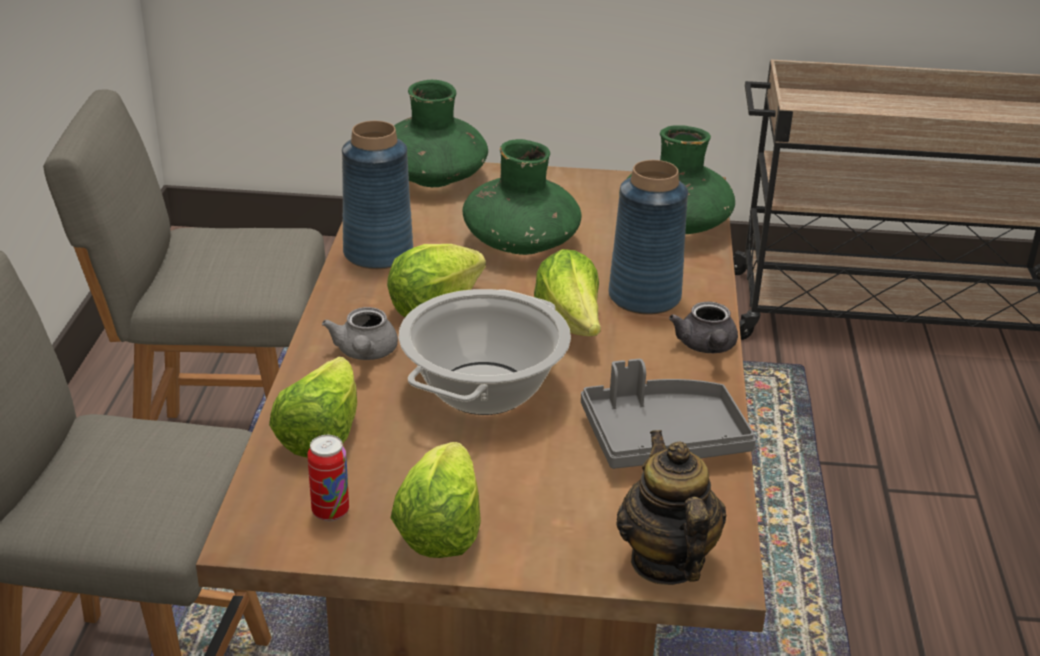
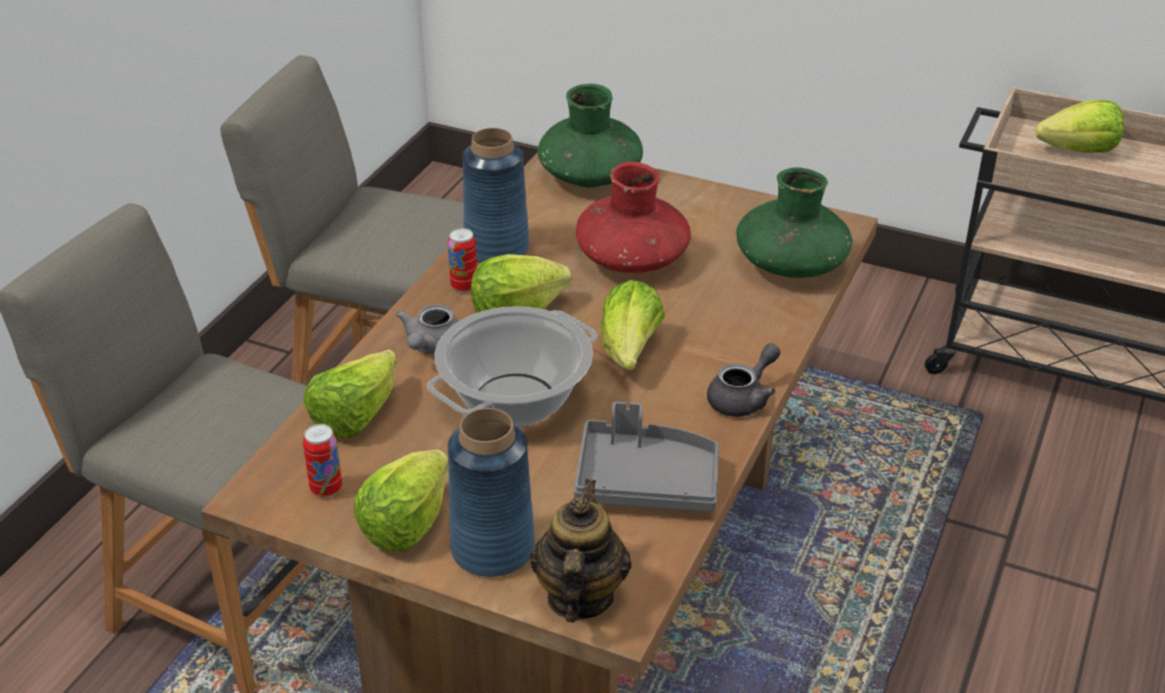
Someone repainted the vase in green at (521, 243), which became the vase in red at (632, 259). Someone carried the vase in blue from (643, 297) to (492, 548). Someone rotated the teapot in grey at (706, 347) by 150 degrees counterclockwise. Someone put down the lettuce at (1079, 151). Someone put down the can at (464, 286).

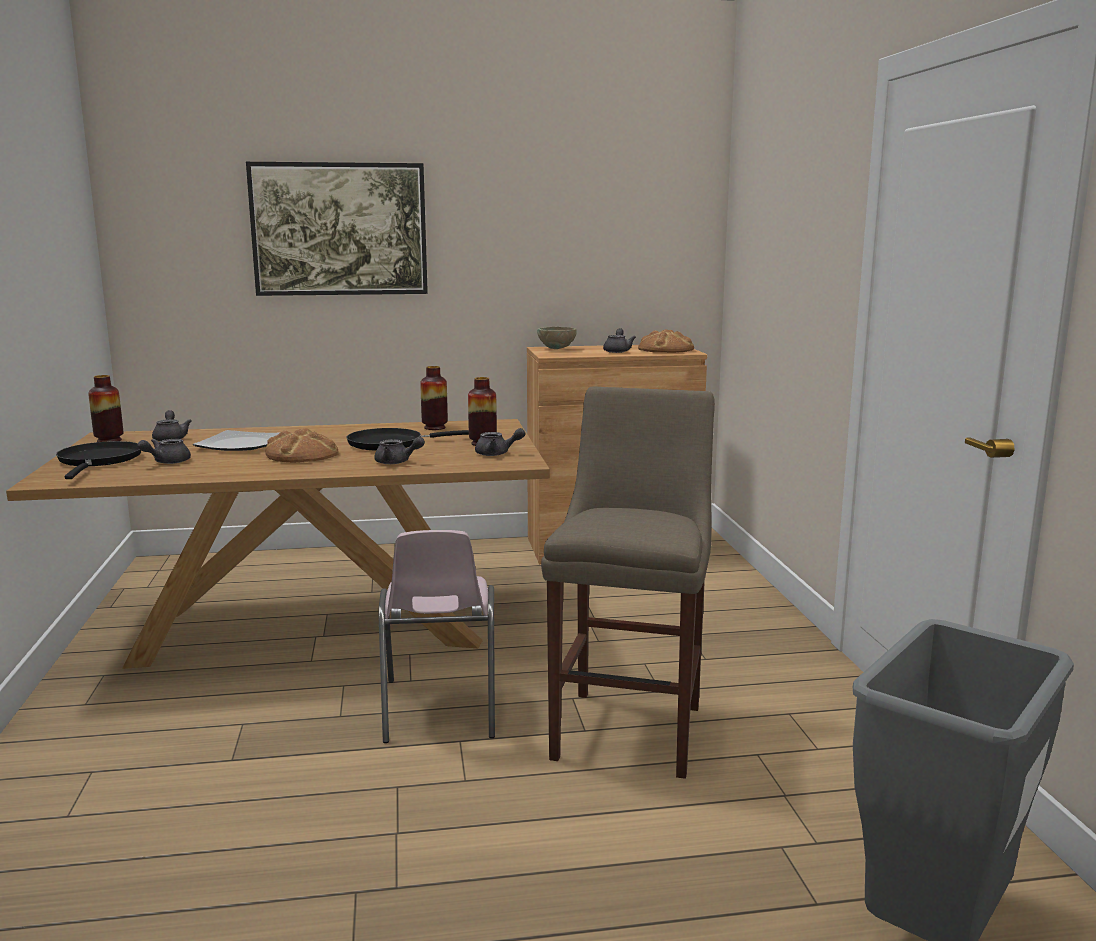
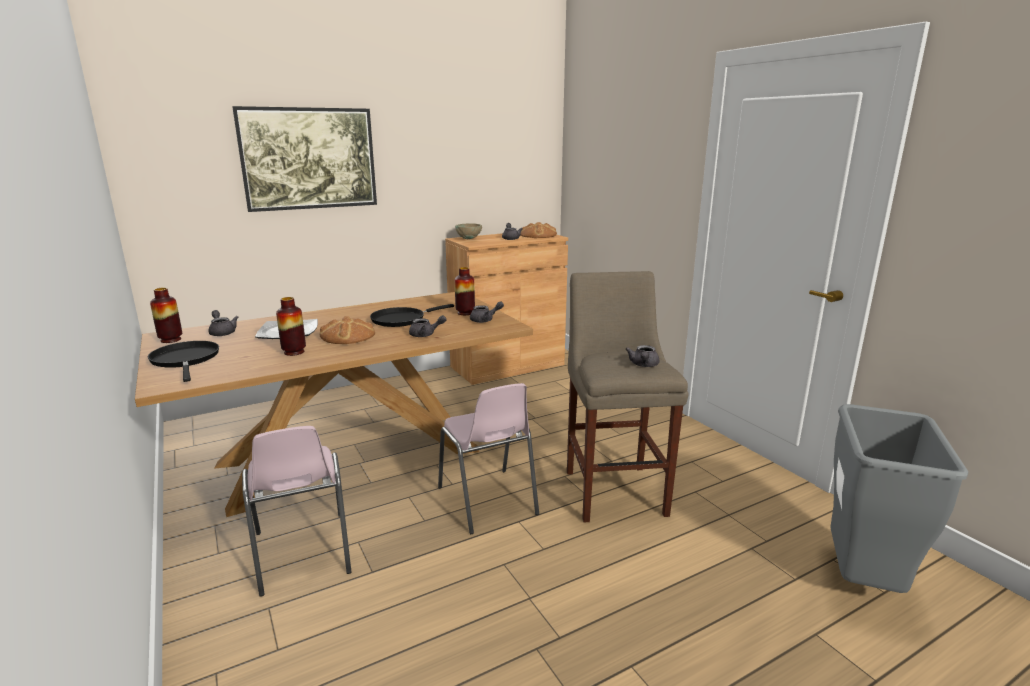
Someone carried the vase from (435, 428) to (294, 352). Someone carried the teapot in grey from (166, 462) to (643, 365). Someone put down the chair in pink at (302, 553).

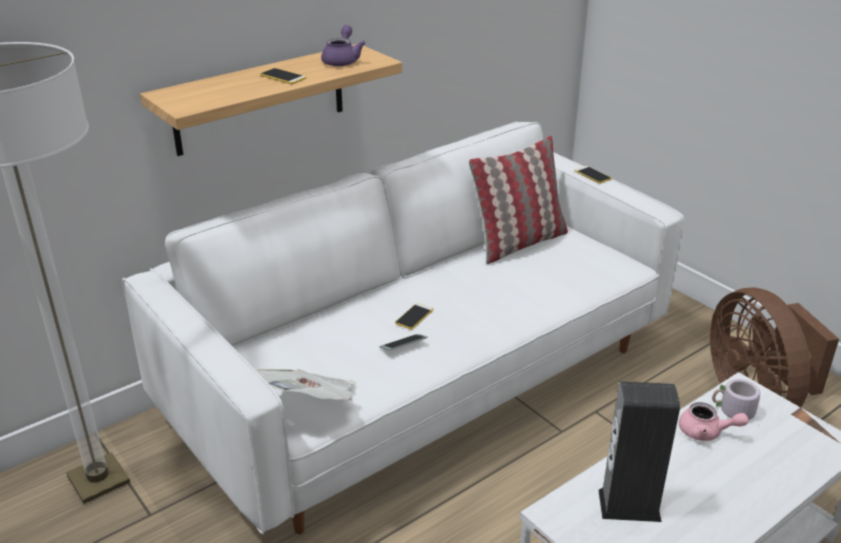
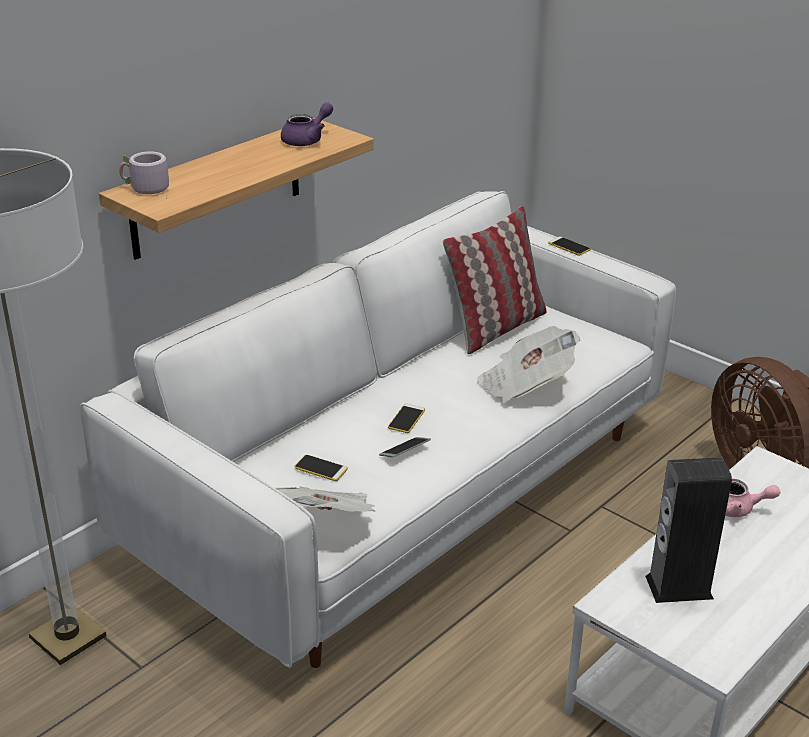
Someone rotated the teapot in purple at (342, 60) by 45 degrees clockwise. Someone carried the phone from (283, 77) to (321, 468). Someone carried the mug in grey from (733, 412) to (145, 189). Someone put down the newspaper at (525, 385).

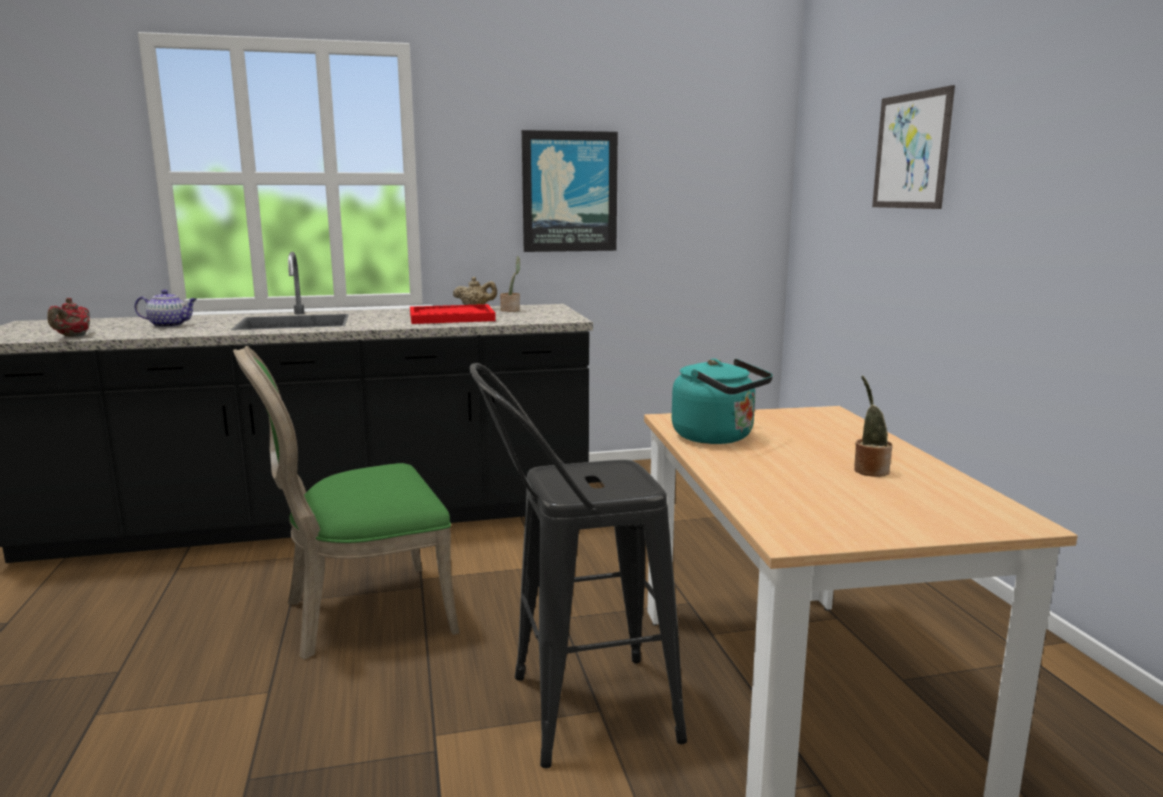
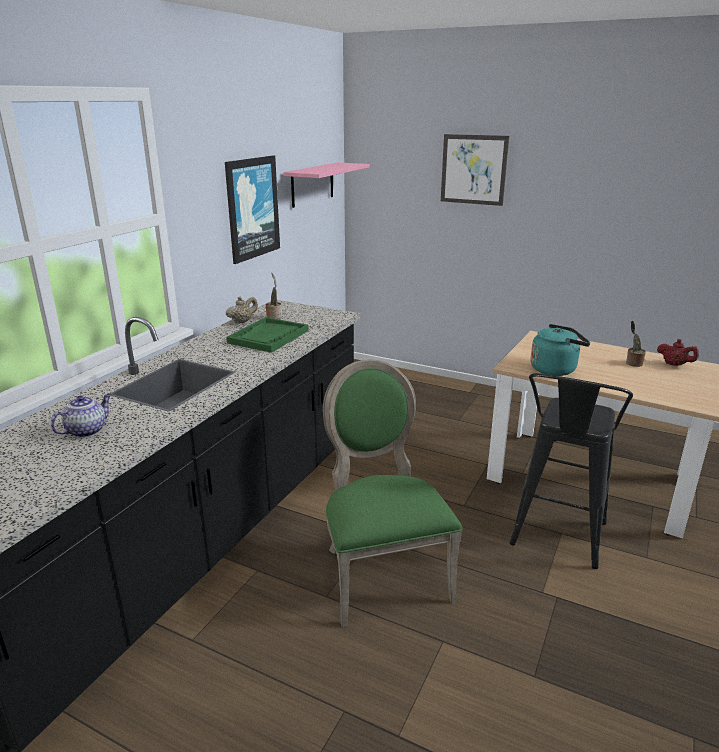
Someone carried the teapot in red from (73, 336) to (674, 364). Someone repainted the tray in red at (451, 317), which became the tray in green at (268, 337). Someone rotated the chair in green at (361, 614) by 150 degrees clockwise. Someone put up the shelf in pink at (312, 184).

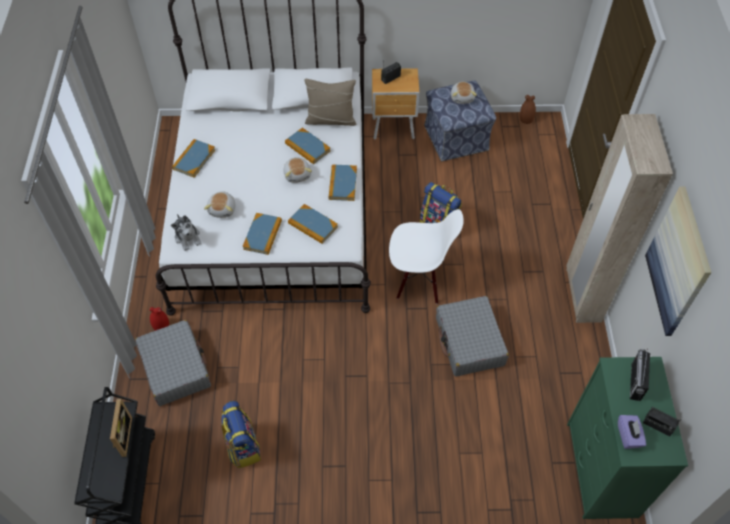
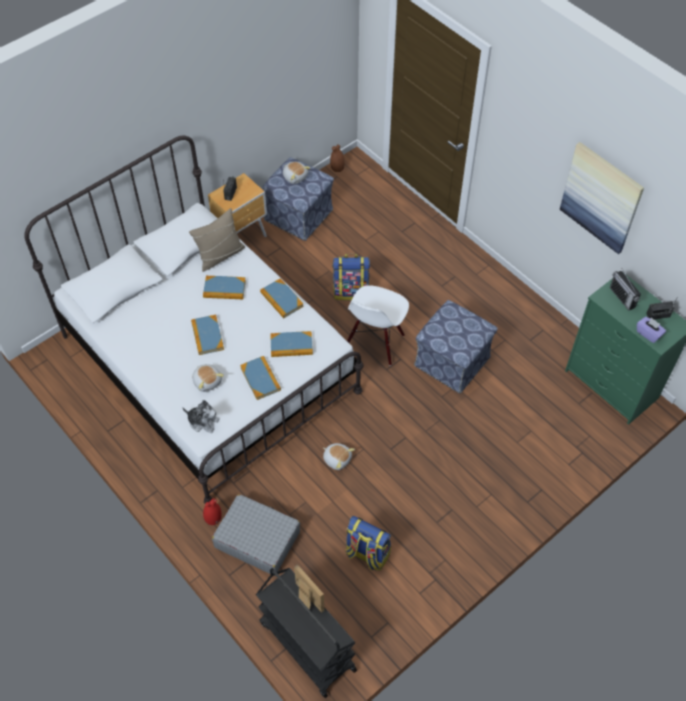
Someone took away the wardrobe in beige at (582, 295). Someone carried the book from (194, 159) to (207, 336). Someone carried the plush toy from (297, 174) to (337, 459). Someone rotated the chair in white at (419, 279) by 150 degrees clockwise. Someone swapped the suitcase in grey at (469, 342) for the ottoman at (452, 362).

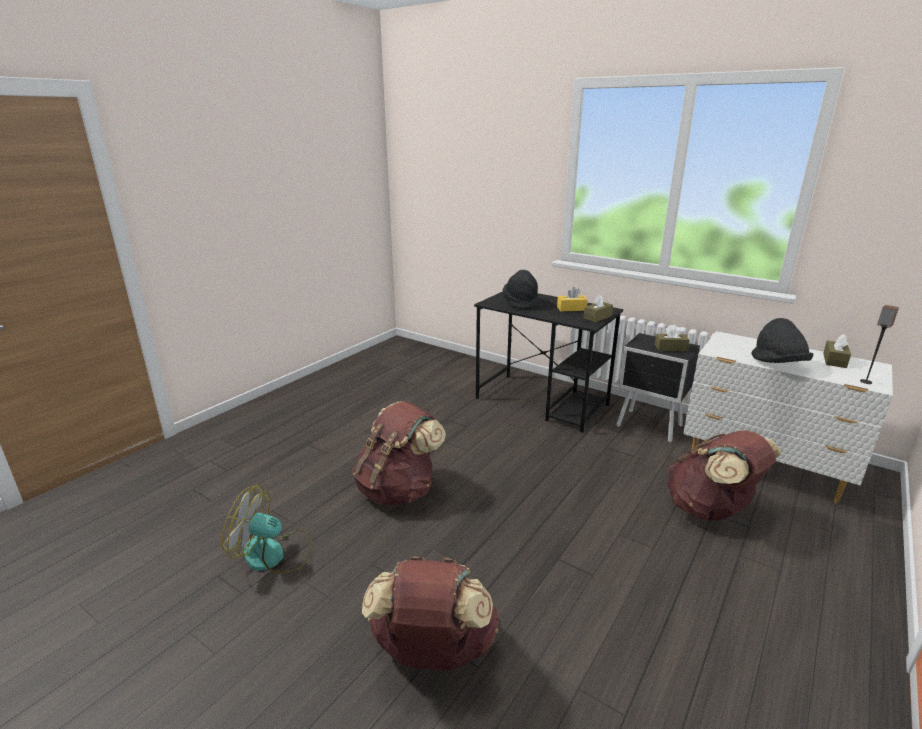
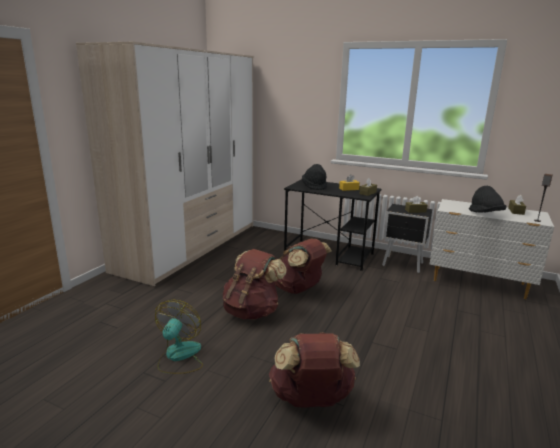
Someone carried the backpack in brown from (710, 510) to (299, 289). Someone rotated the fan at (274, 555) by 105 degrees clockwise. Someone put down the wardrobe at (191, 246).

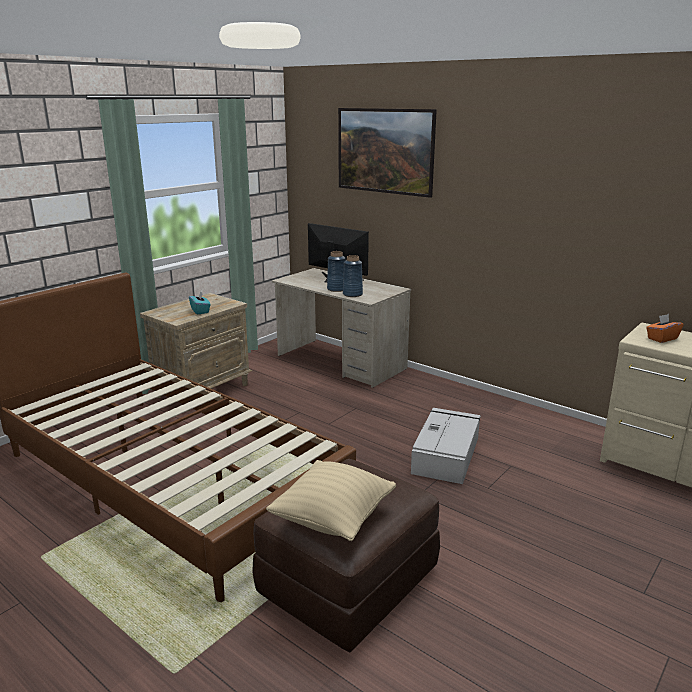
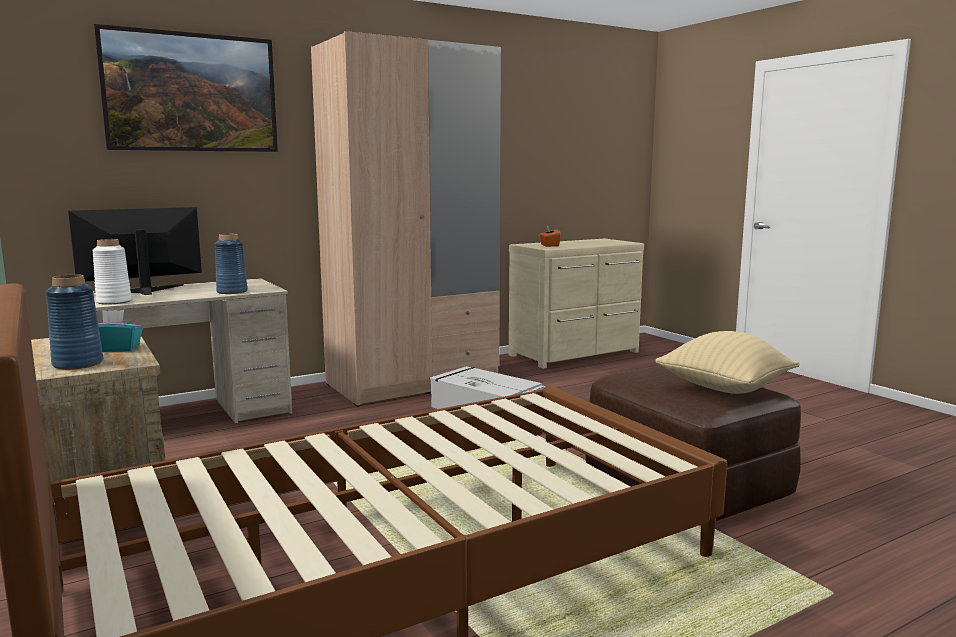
Someone carried the vase in blue from (337, 289) to (78, 364). Someone put down the wardrobe in beige at (412, 383). Someone put down the vase in white at (114, 301).

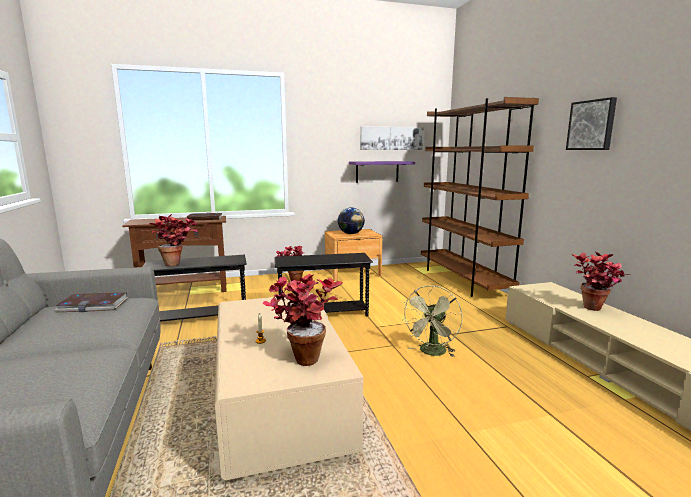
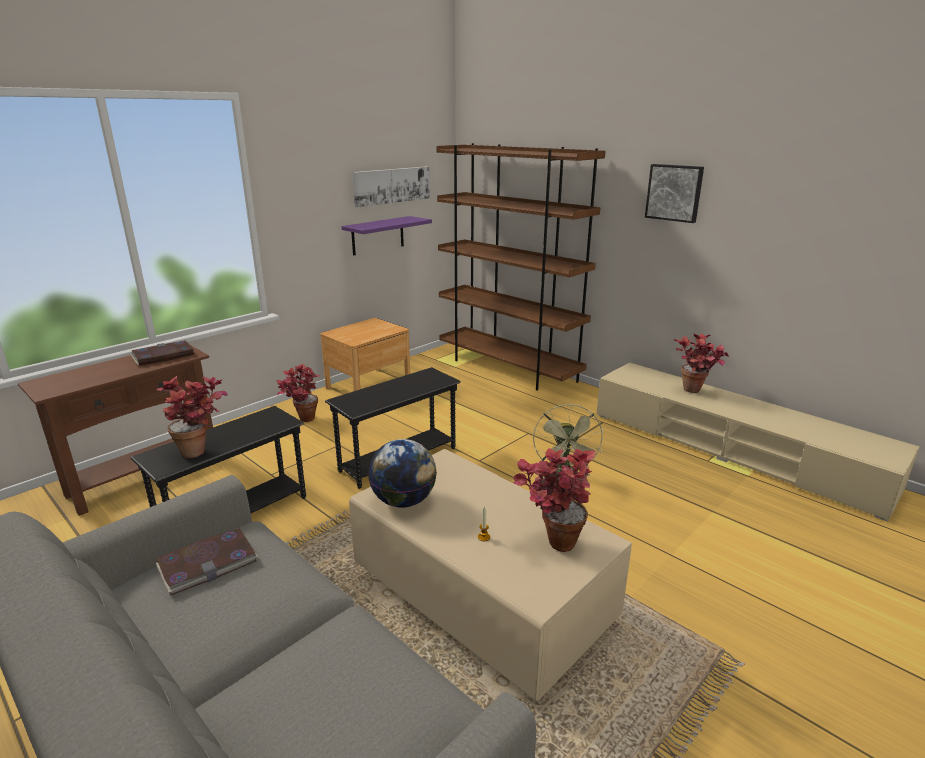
Someone carried the globe from (351, 234) to (404, 501).

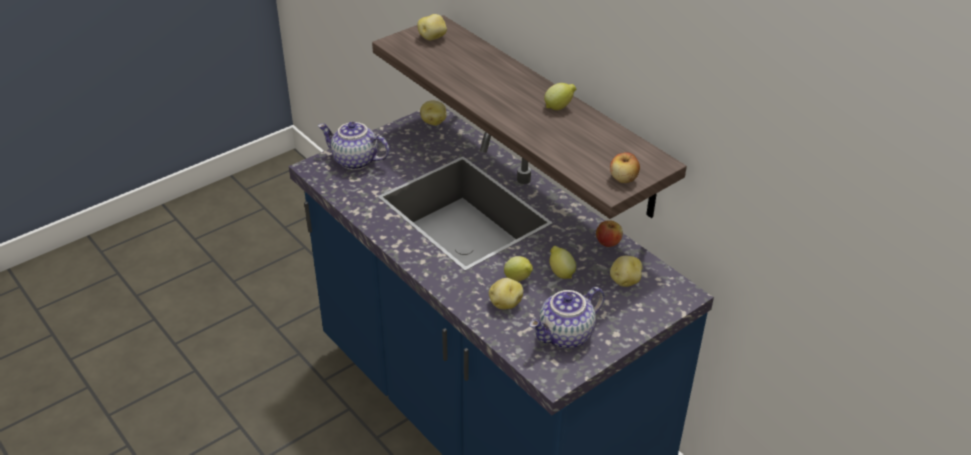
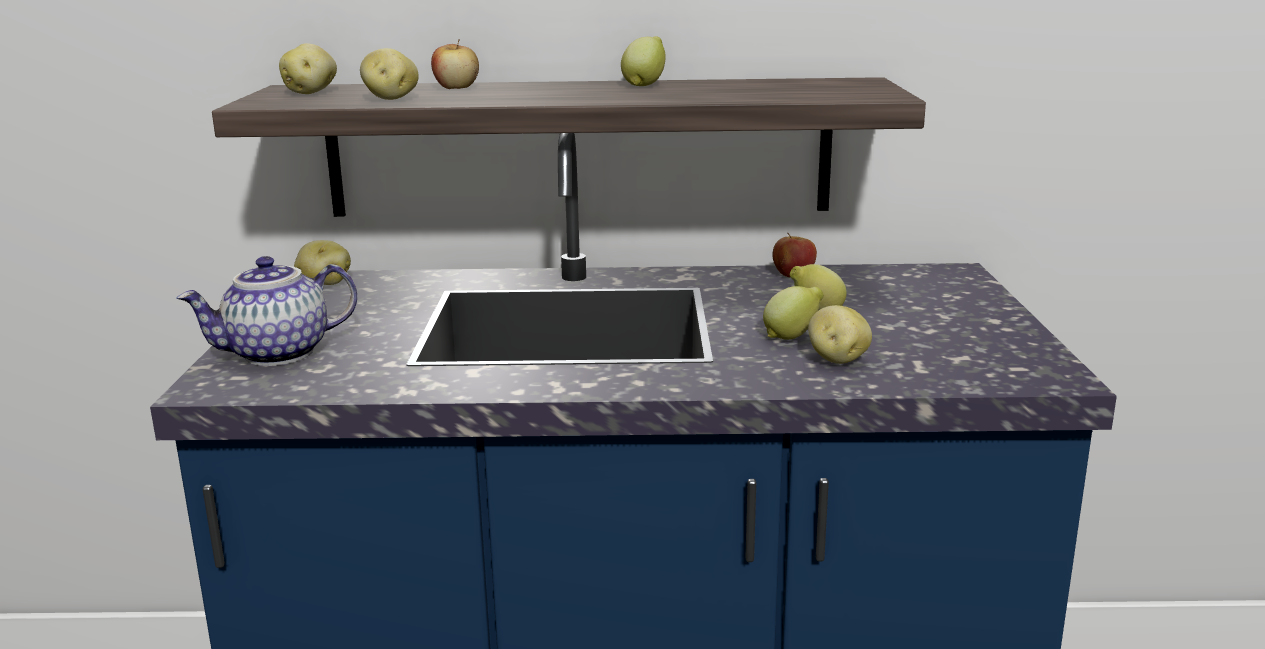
Someone carried the apple from (623, 179) to (456, 88). Someone carried the potato from (624, 281) to (390, 99). Someone took away the teapot at (566, 336).

